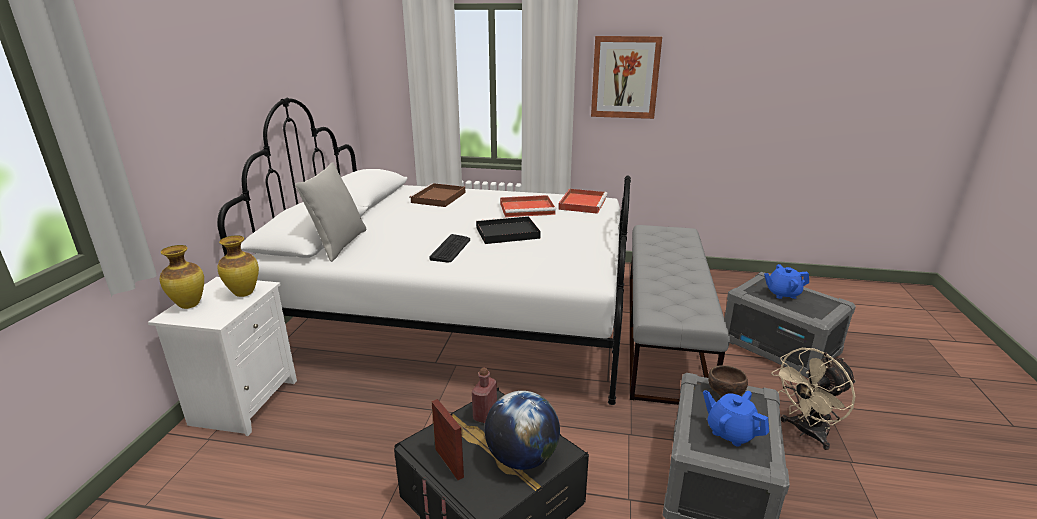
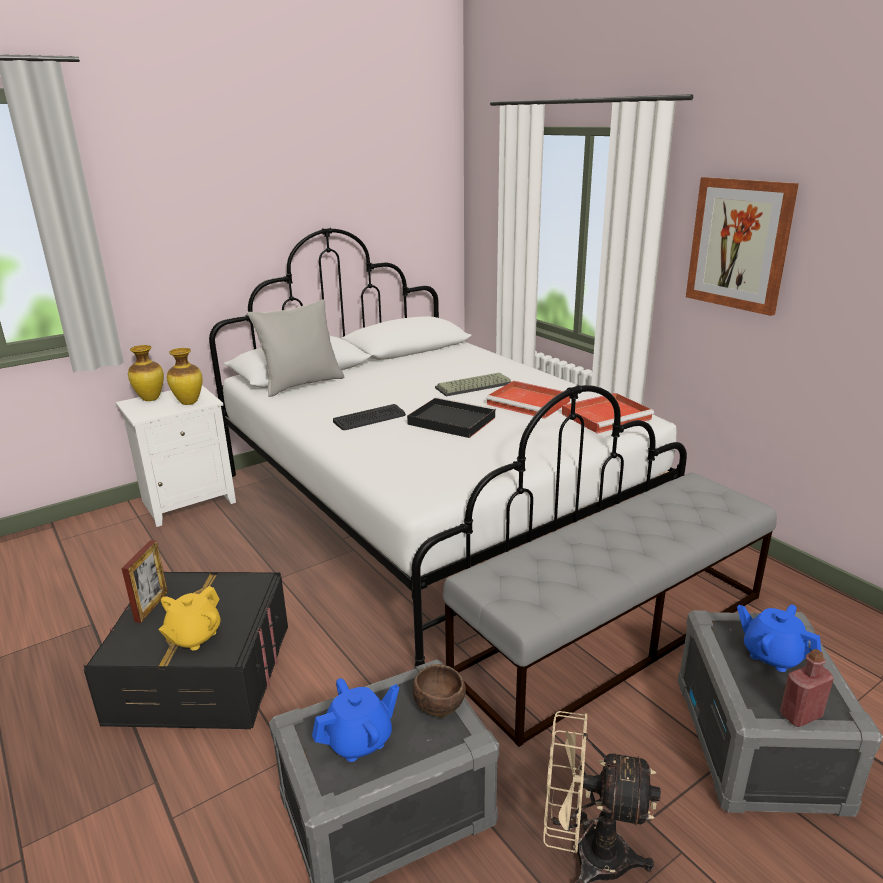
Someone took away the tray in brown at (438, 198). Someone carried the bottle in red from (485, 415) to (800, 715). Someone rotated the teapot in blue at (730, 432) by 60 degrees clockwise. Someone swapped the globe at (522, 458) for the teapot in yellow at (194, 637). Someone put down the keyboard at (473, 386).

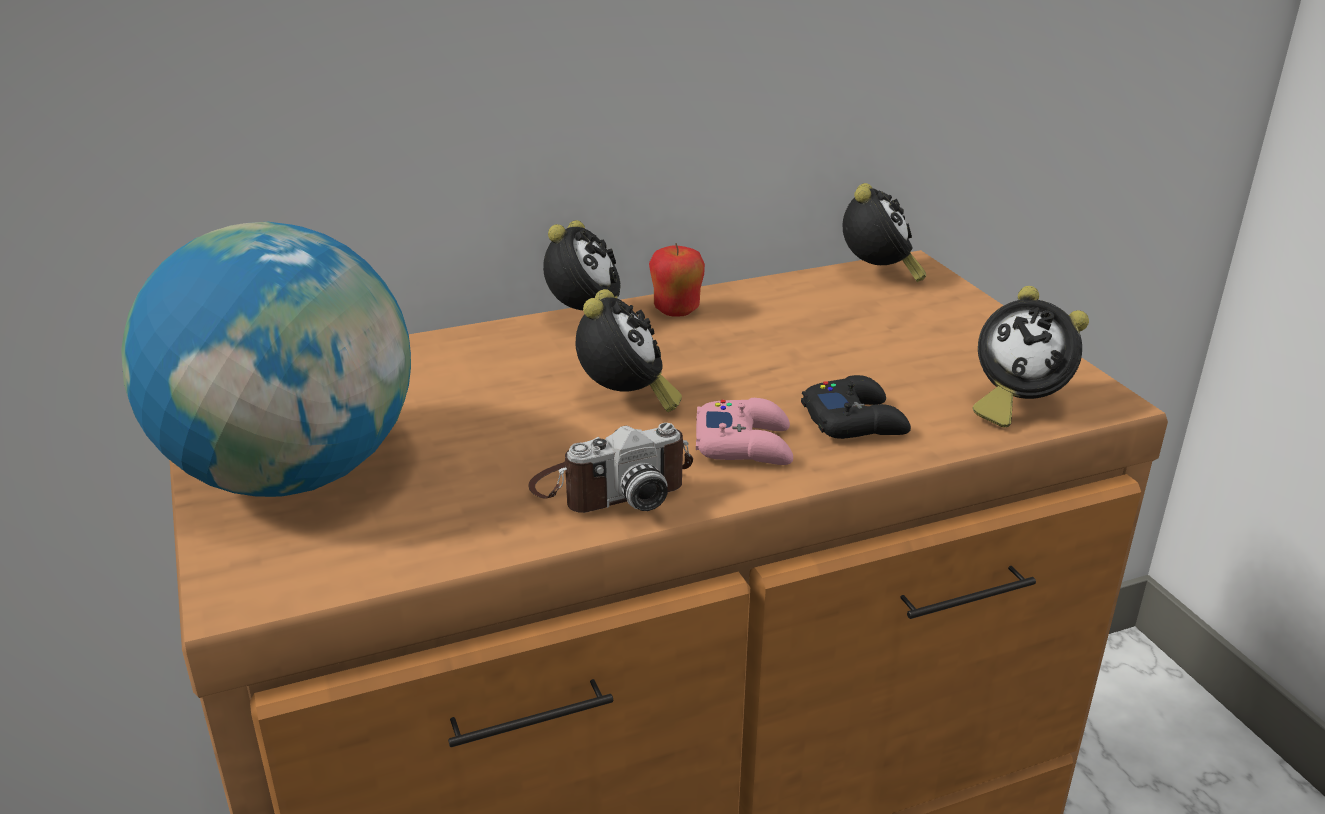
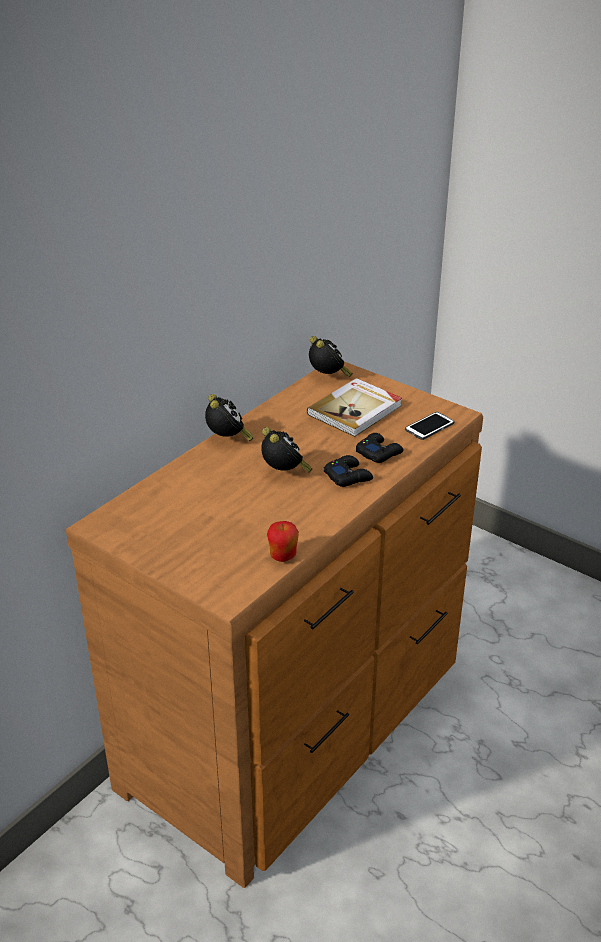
Someone took away the globe at (293, 473). Someone carried the apple from (676, 311) to (283, 557). Someone swapped the alarm clock at (1015, 405) for the phone at (429, 427). Someone repainted the game controller in pink at (745, 444), which became the game controller in black at (348, 476). Someone took away the photo camera at (611, 486). Someone put down the book at (356, 410).

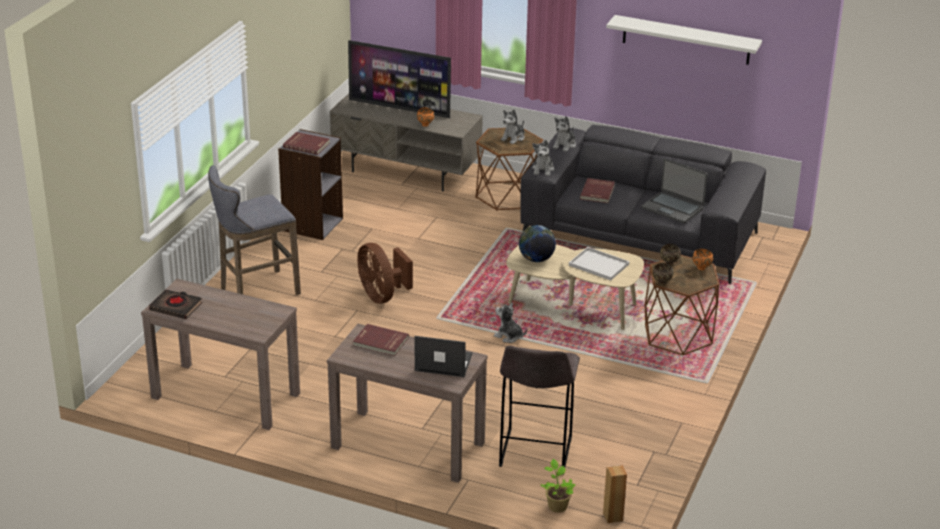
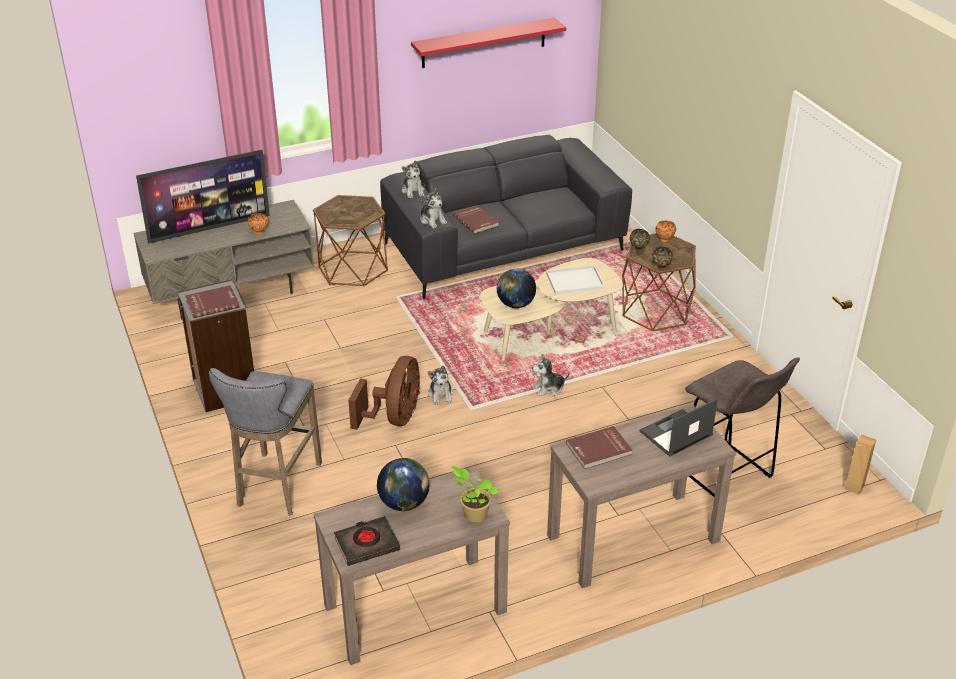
Someone repainted the shelf in white at (686, 40), which became the shelf in red at (483, 43). Someone carried the plush toy from (513, 138) to (441, 395). Someone took away the laptop at (672, 208). Someone rotated the fan in brown at (382, 296) by 90 degrees counterclockwise. Someone carried the potted plant from (557, 505) to (473, 514). Someone put down the globe at (404, 503).

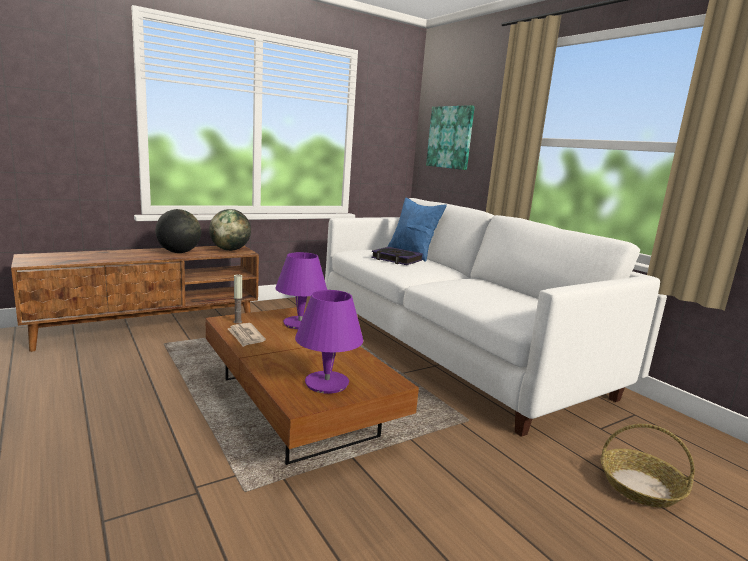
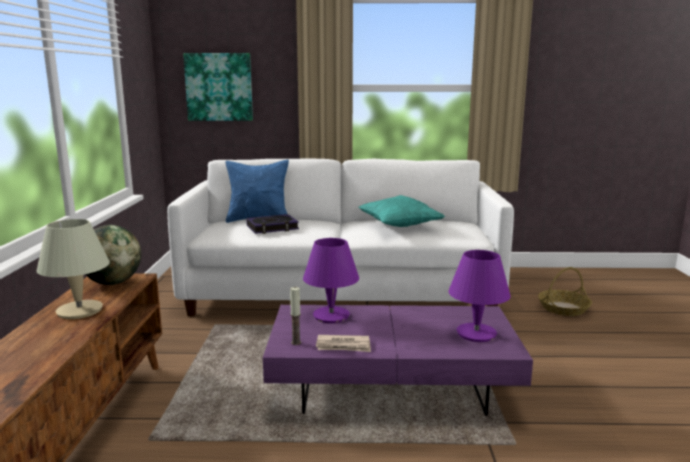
Someone swapped the globe at (179, 252) for the table lamp in beige at (80, 311). Someone repainted the coffee table in brown at (297, 407), which became the coffee table in purple at (392, 388). Someone put down the pillow in turquoise at (400, 226).

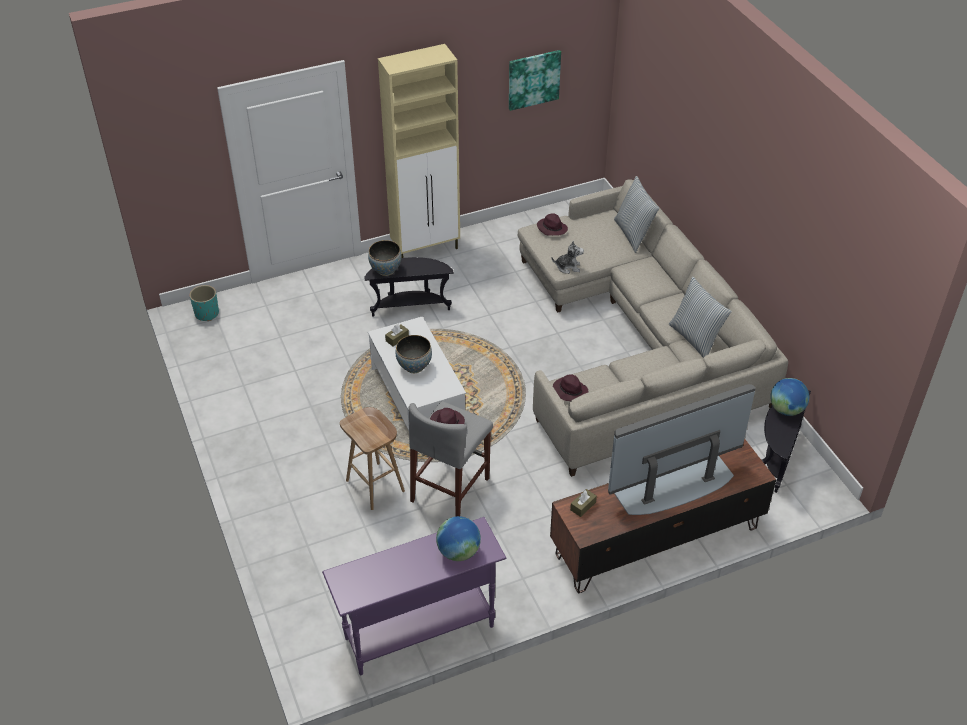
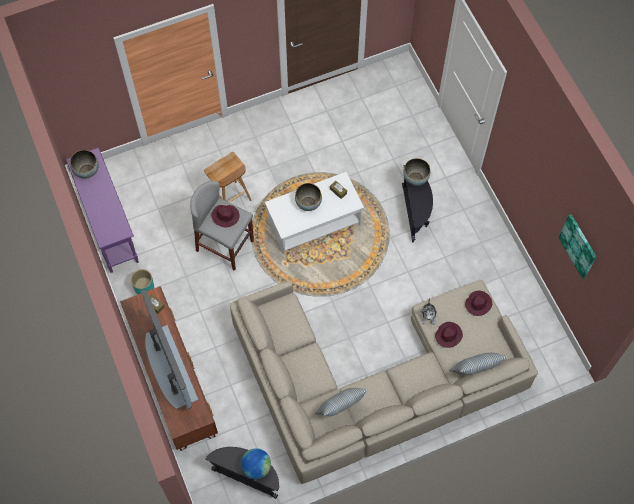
Someone took away the cabinet in beige at (426, 248). Someone carried the planter in turquoise from (207, 313) to (144, 287). Someone carried the hat in purple from (570, 391) to (448, 335). Someone took away the globe at (458, 552). Someone put down the bowl at (87, 171).

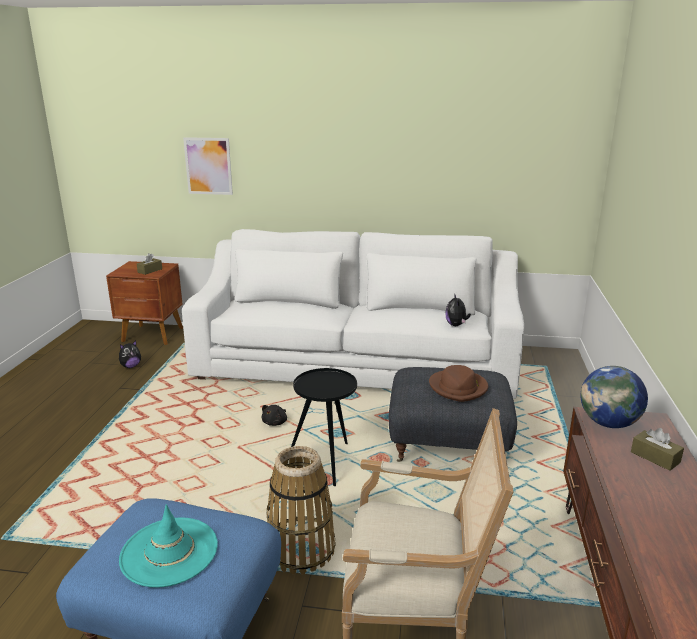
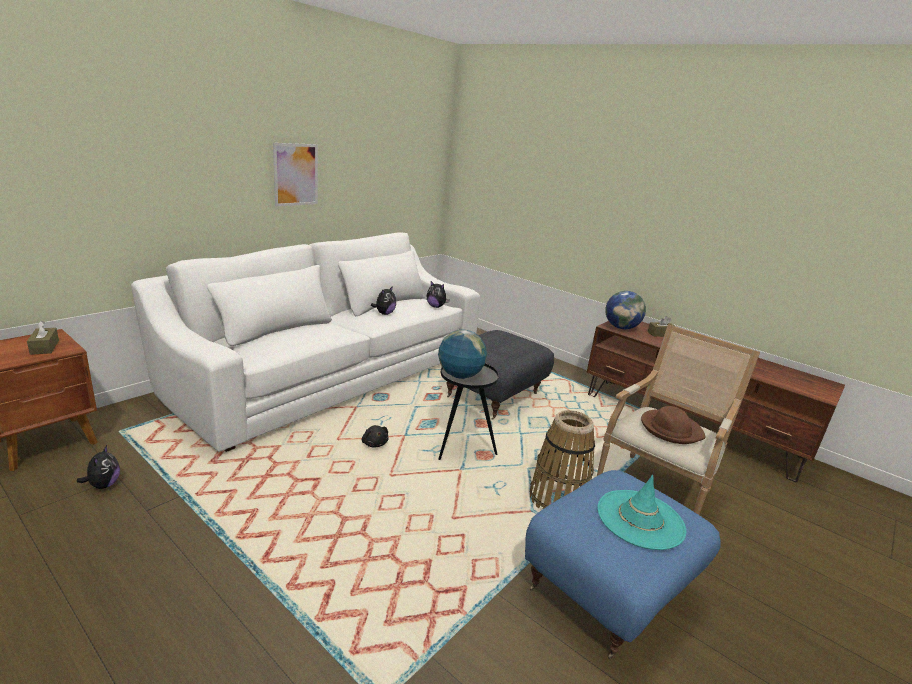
Someone carried the picture from (208, 166) to (296, 174). Someone carried the hat in brown from (458, 388) to (670, 429). Someone put down the plush toy at (384, 313). Someone put down the globe at (460, 375).

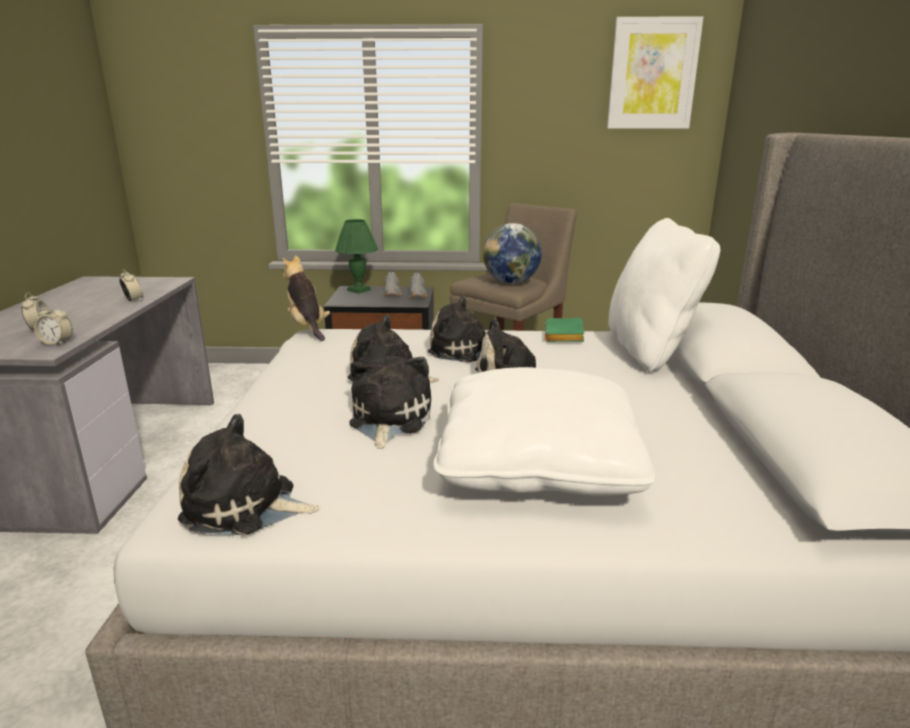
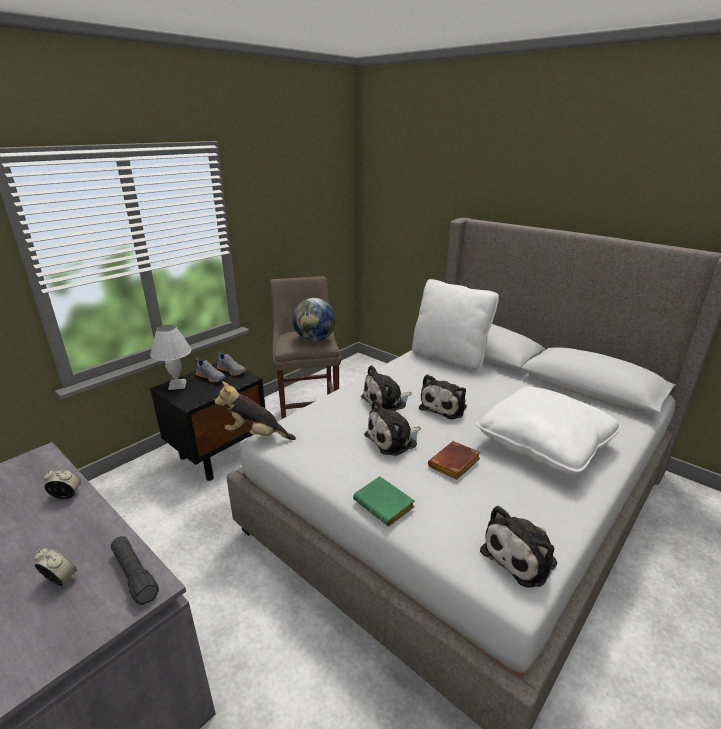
Someone took away the picture at (652, 74). Someone repainted the table lamp in green at (359, 290), which became the table lamp in white at (177, 385). Someone swapped the alarm clock at (57, 343) for the flashlight in black at (134, 575). Someone carried the book in green from (565, 336) to (386, 505). Someone swapped the plush toy at (388, 420) for the book in brown at (454, 465).

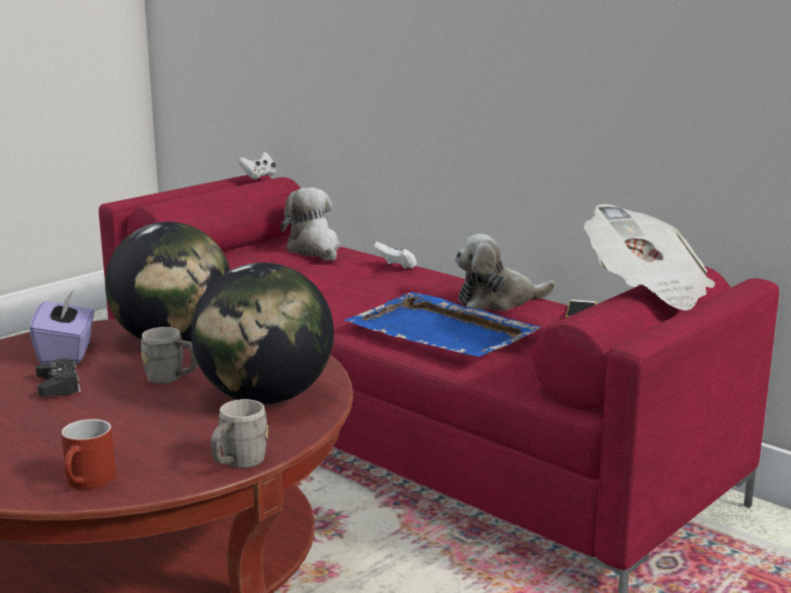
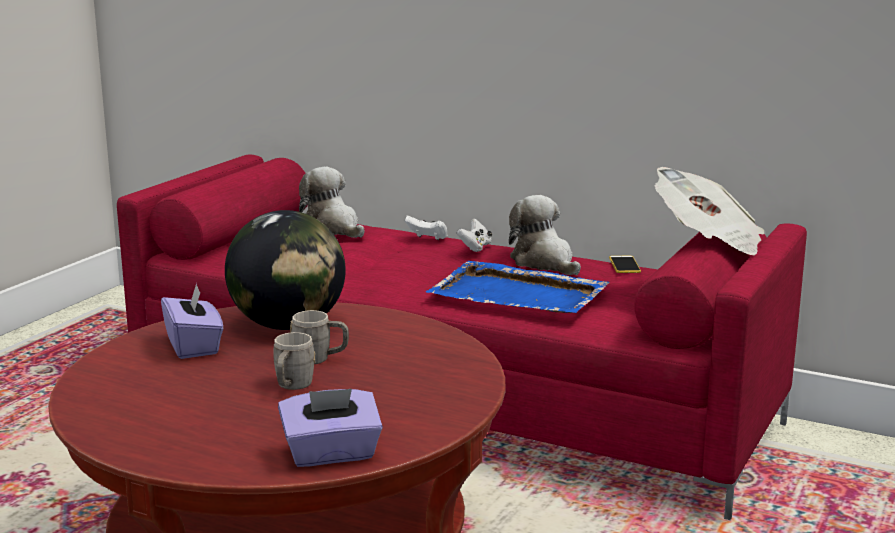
Someone carried the game controller in white from (259, 176) to (475, 248). Someone rotated the plush toy at (498, 301) by 90 degrees clockwise. Someone took away the globe at (265, 398). Someone took away the game controller in black at (58, 386). Someone carried the mug in grey from (238, 464) to (292, 387). Someone swapped the mug in red at (88, 483) for the tissue box in purple at (331, 454).

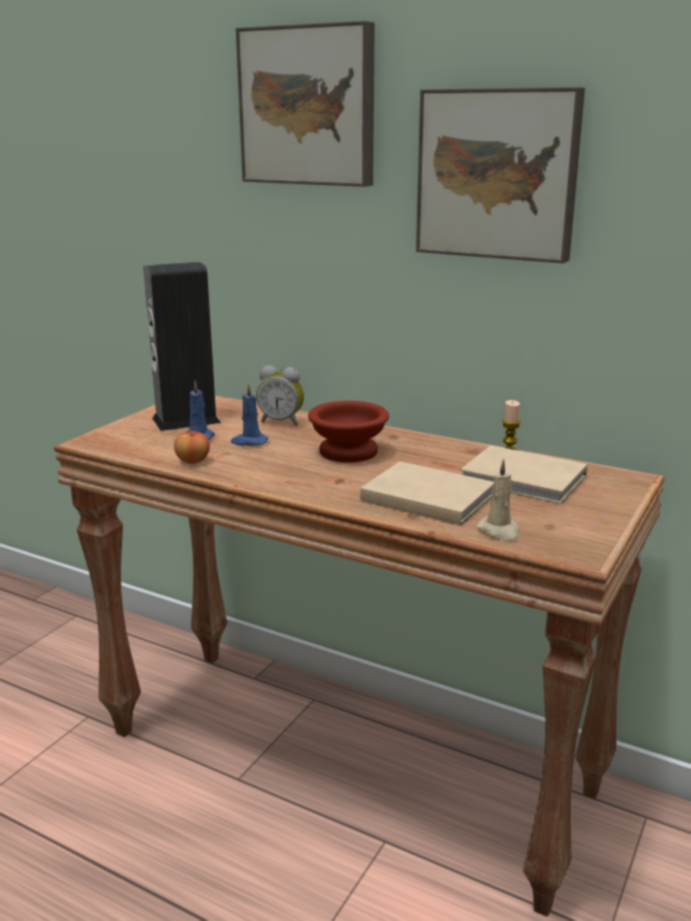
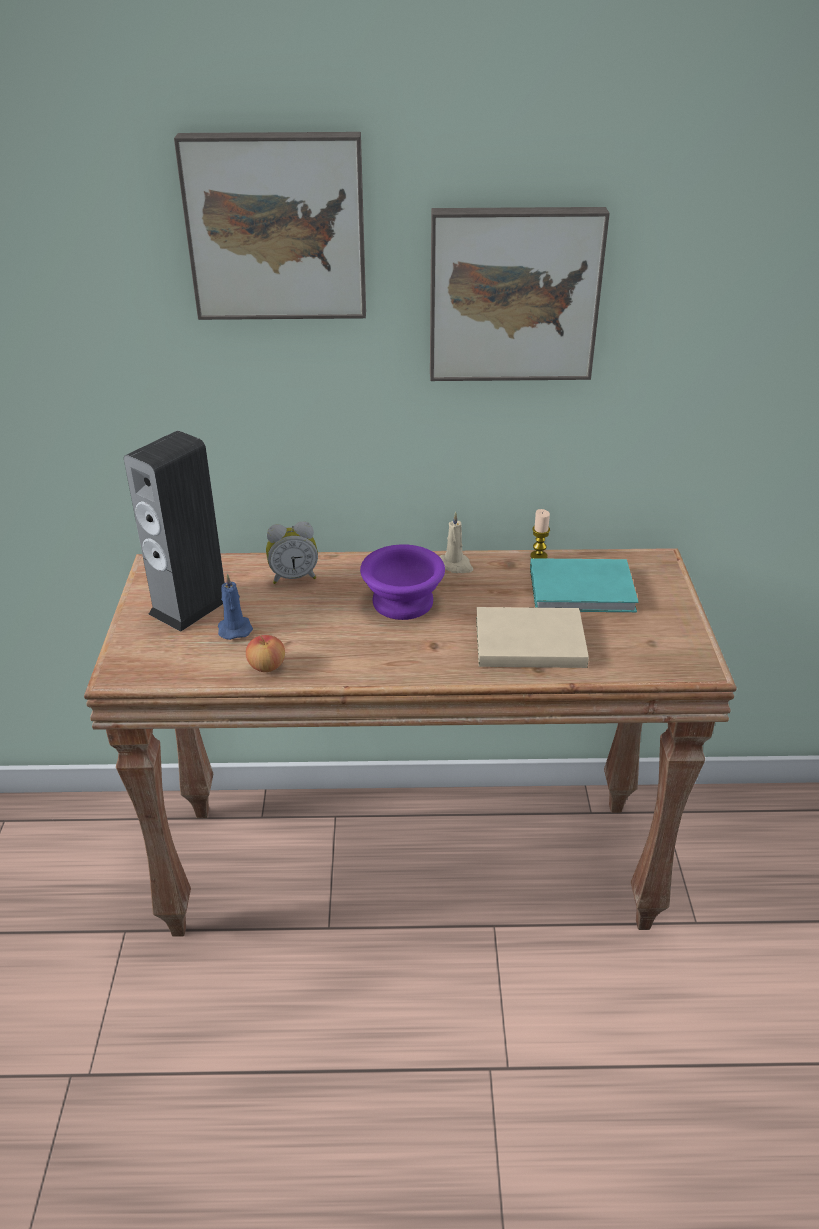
Someone took away the candle in blue at (249, 442). Someone repainted the bowl in brown at (347, 451), which became the bowl in purple at (400, 601). Someone repainted the book in beige at (525, 480), which became the book in turquoise at (584, 590). Someone carried the candle in beige from (499, 532) to (455, 565).

